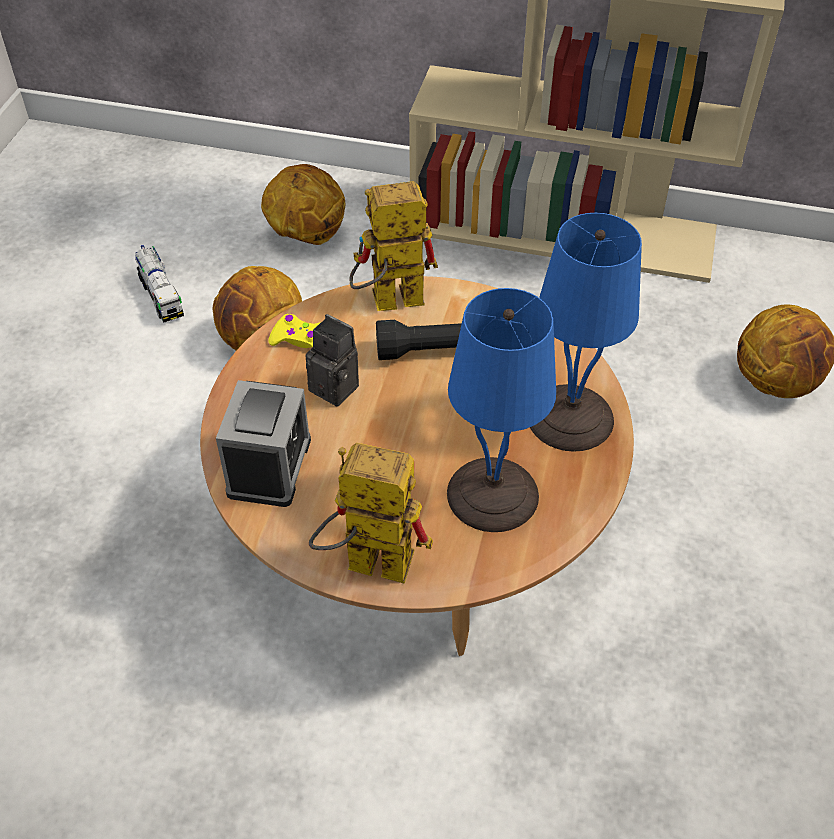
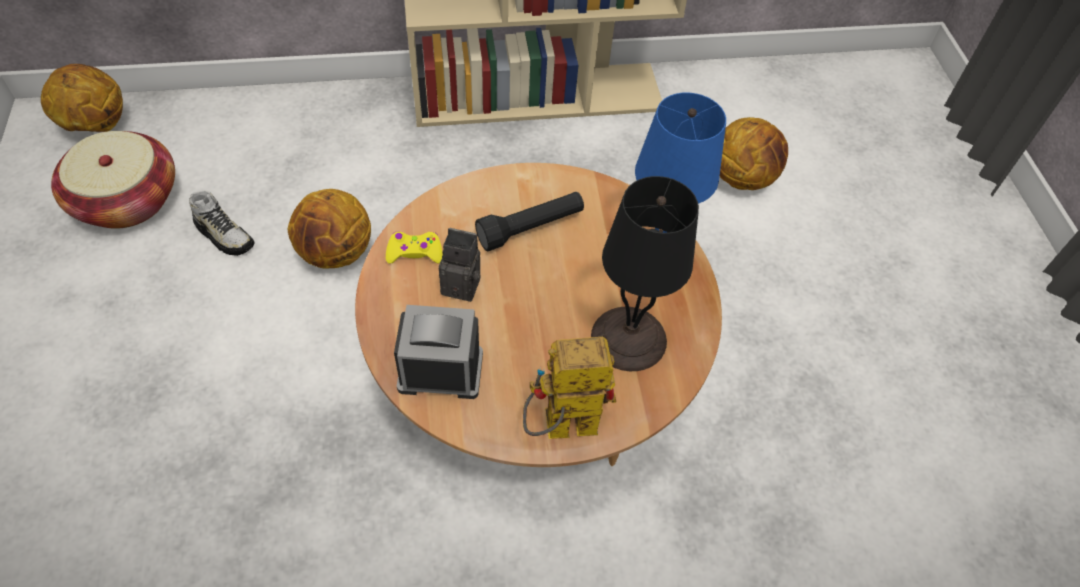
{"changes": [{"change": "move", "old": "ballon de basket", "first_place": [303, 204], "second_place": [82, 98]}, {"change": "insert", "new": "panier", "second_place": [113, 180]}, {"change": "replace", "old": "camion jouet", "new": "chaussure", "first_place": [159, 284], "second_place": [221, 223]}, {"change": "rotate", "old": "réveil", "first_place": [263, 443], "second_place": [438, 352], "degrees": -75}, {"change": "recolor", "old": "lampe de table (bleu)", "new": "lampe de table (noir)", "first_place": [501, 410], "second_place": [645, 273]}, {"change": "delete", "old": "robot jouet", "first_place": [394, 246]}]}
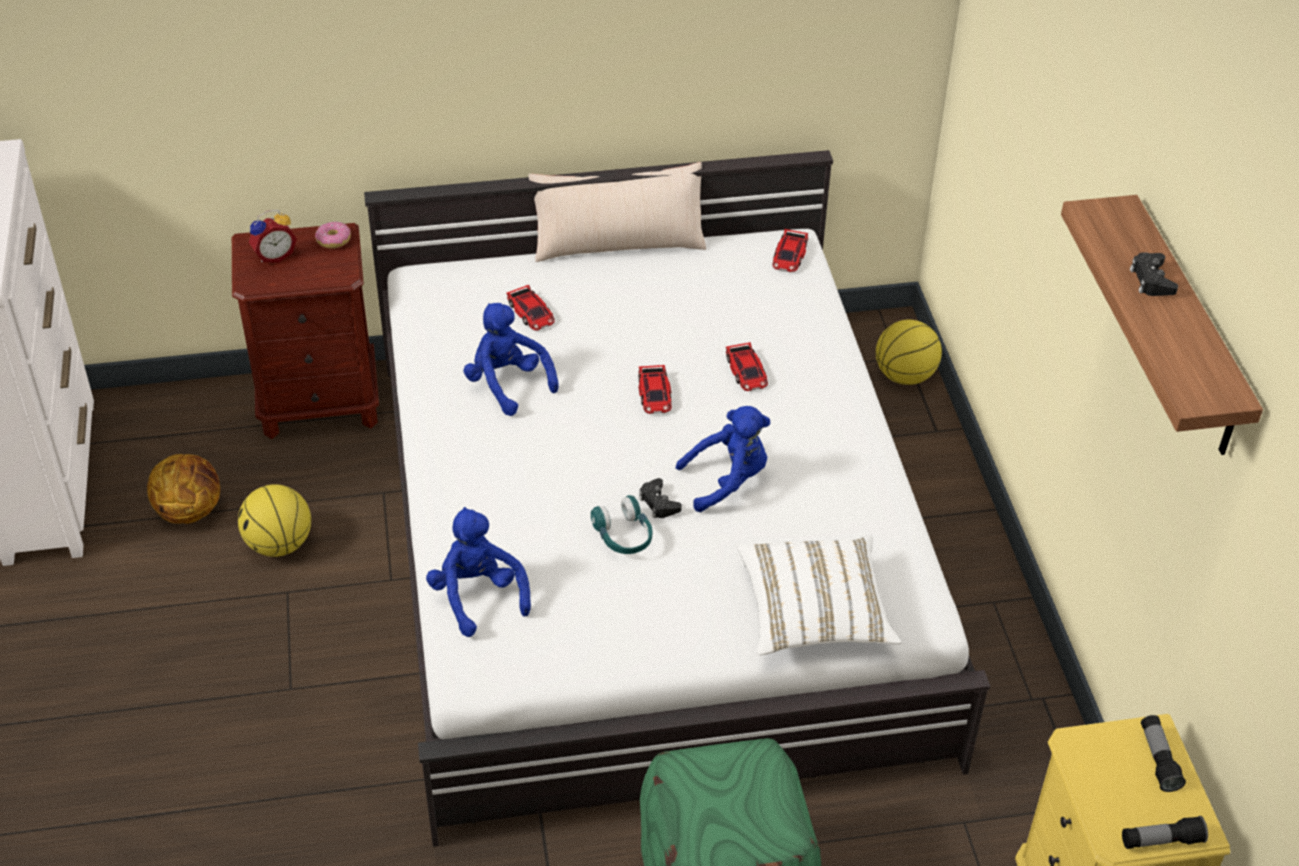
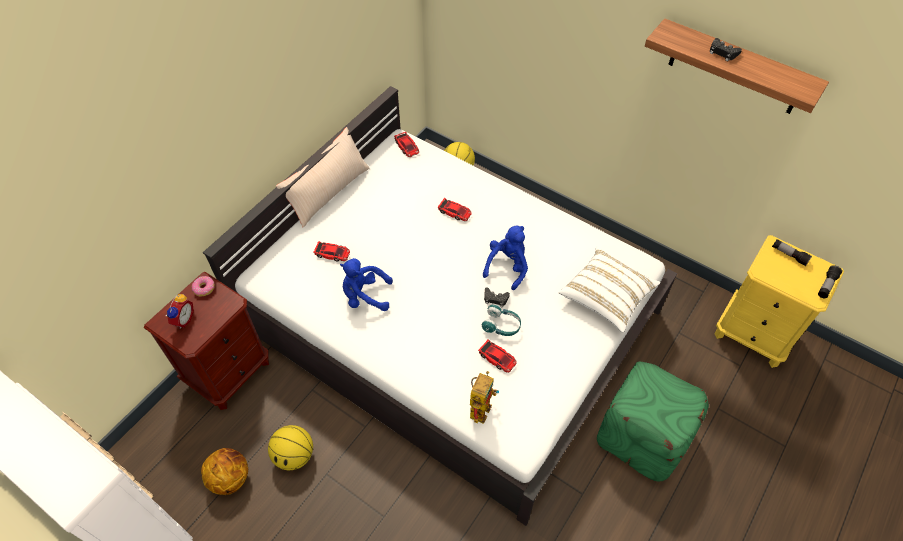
{"changes": [{"change": "replace", "old": "peluche (bleu)", "new": "robot jouet", "first_place": [478, 572], "second_place": [484, 397]}, {"change": "move", "old": "petite voiture", "first_place": [655, 389], "second_place": [497, 356]}]}
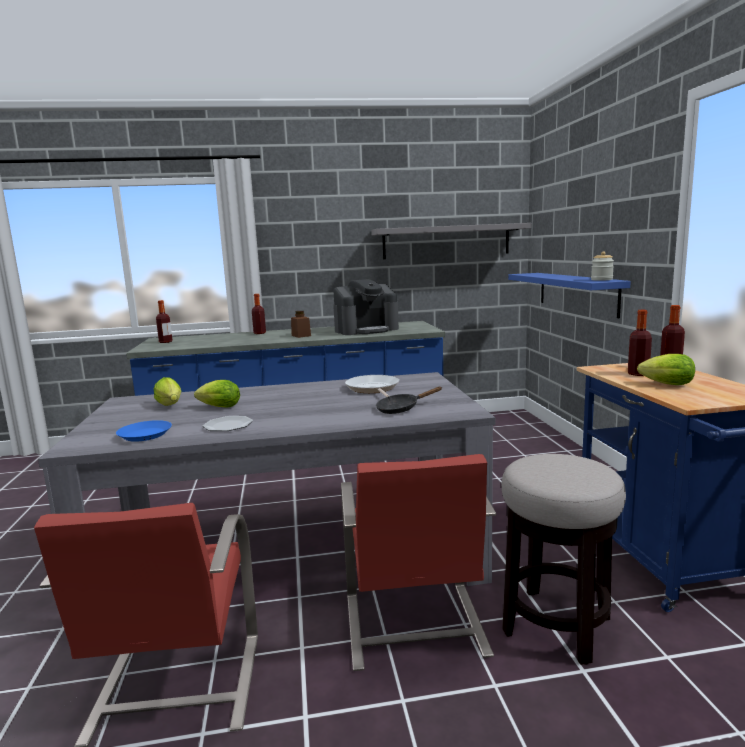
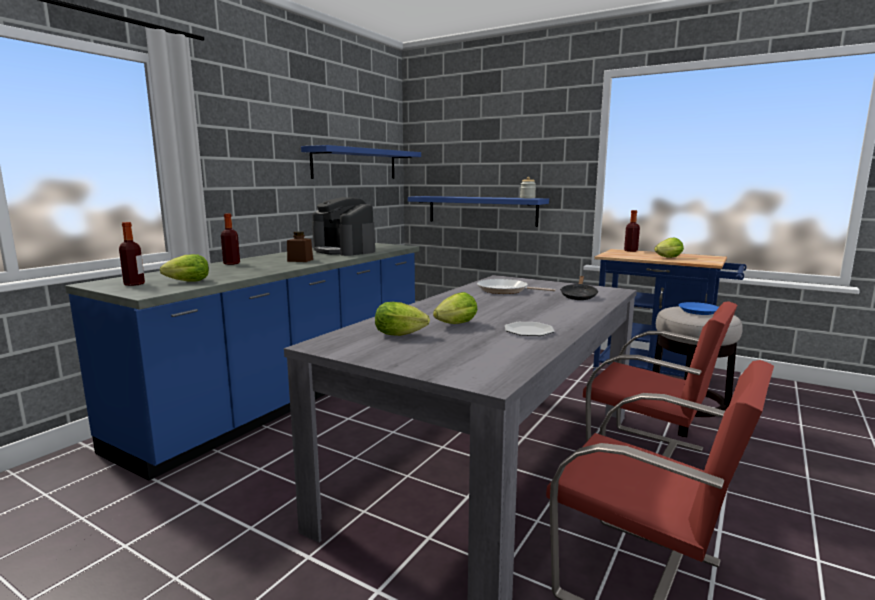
{"changes": [{"change": "insert", "new": "laitue", "second_place": [184, 267]}, {"change": "recolor", "old": "étagère (gris)", "new": "étagère (bleu)", "first_place": [451, 241], "second_place": [361, 162]}, {"change": "rotate", "old": "machine à café", "first_place": [366, 307], "second_place": [343, 226], "degrees": 120}, {"change": "move", "old": "assiette (bleu)", "first_place": [144, 431], "second_place": [698, 308]}, {"change": "delete", "old": "bouteille", "first_place": [640, 343]}]}
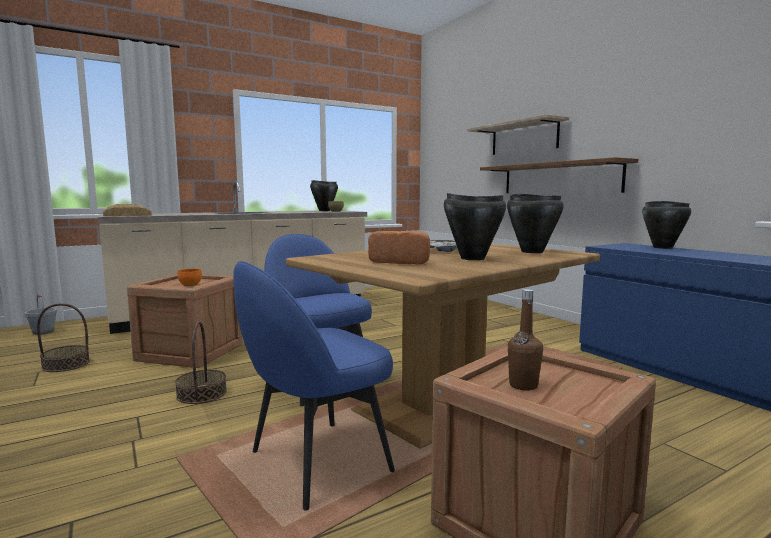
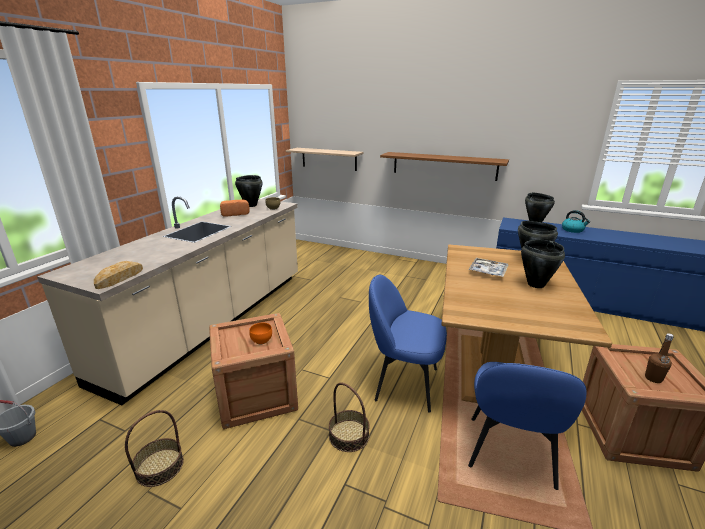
{"changes": [{"change": "move", "old": "pain", "first_place": [399, 247], "second_place": [235, 208]}, {"change": "move", "old": "étagère", "first_place": [518, 134], "second_place": [324, 159]}, {"change": "insert", "new": "bouilloire", "second_place": [576, 221]}]}
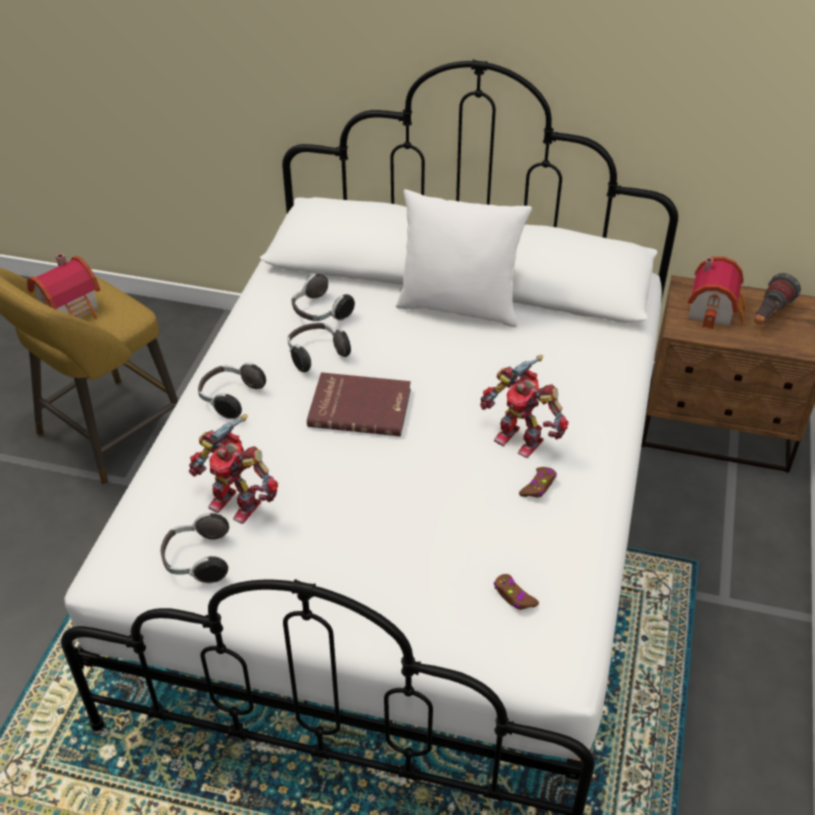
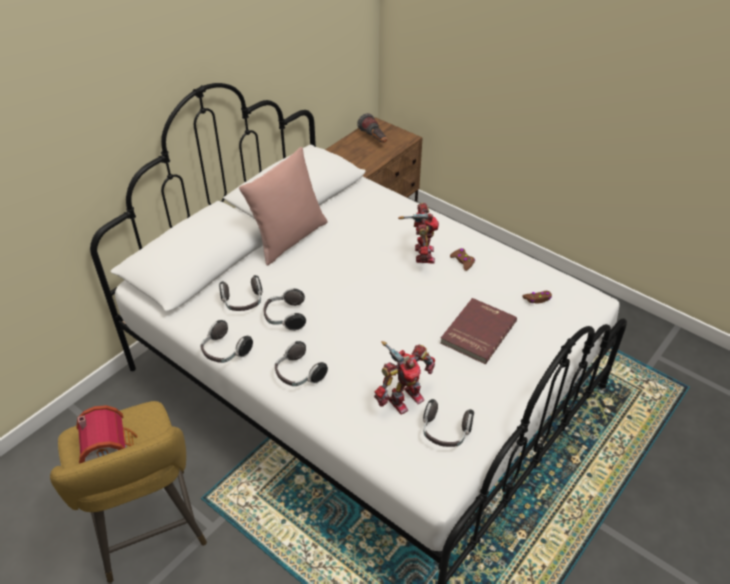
{"changes": [{"change": "insert", "new": "casque audio", "second_place": [226, 341]}, {"change": "recolor", "old": "coussin (blanc)", "new": "coussin (rose)", "first_place": [464, 258], "second_place": [283, 206]}, {"change": "rotate", "old": "robot jouet", "first_place": [524, 406], "second_place": [418, 233], "degrees": -60}, {"change": "move", "old": "livre (rouge)", "first_place": [359, 404], "second_place": [478, 331]}, {"change": "delete", "old": "maison miniature", "first_place": [717, 293]}]}
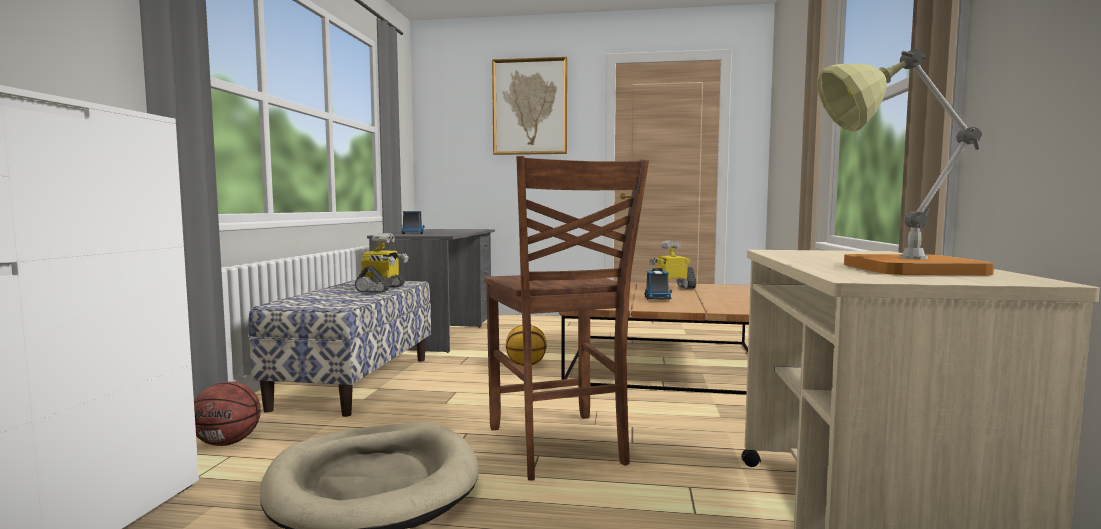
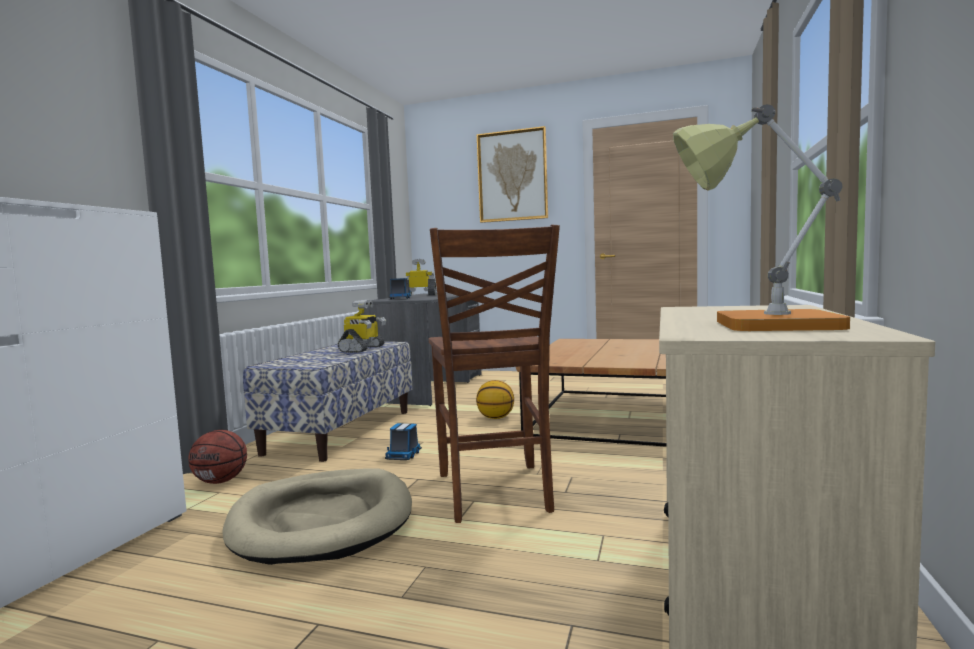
{"changes": [{"change": "move", "old": "camion jouet", "first_place": [658, 285], "second_place": [403, 441]}, {"change": "move", "old": "robot jouet", "first_place": [672, 265], "second_place": [421, 277]}]}
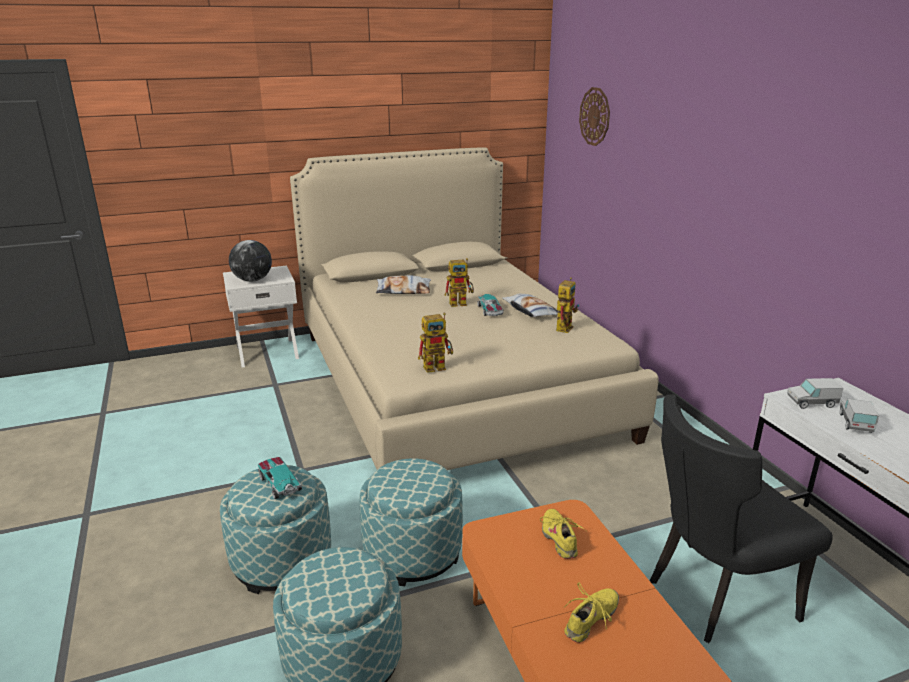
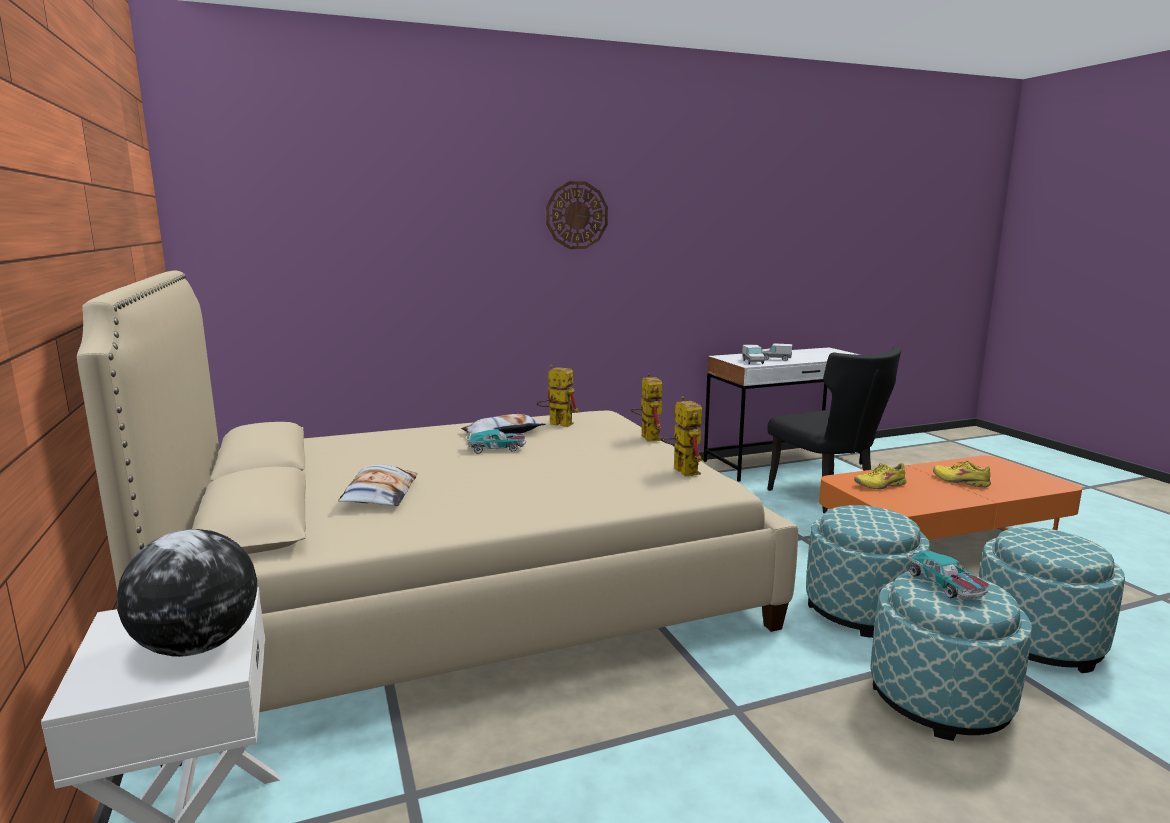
{"changes": [{"change": "move", "old": "horloge murale", "first_place": [594, 116], "second_place": [577, 215]}, {"change": "move", "old": "robot jouet", "first_place": [459, 282], "second_place": [646, 407]}, {"change": "rotate", "old": "petite voiture", "first_place": [280, 478], "second_place": [947, 574], "degrees": -75}]}
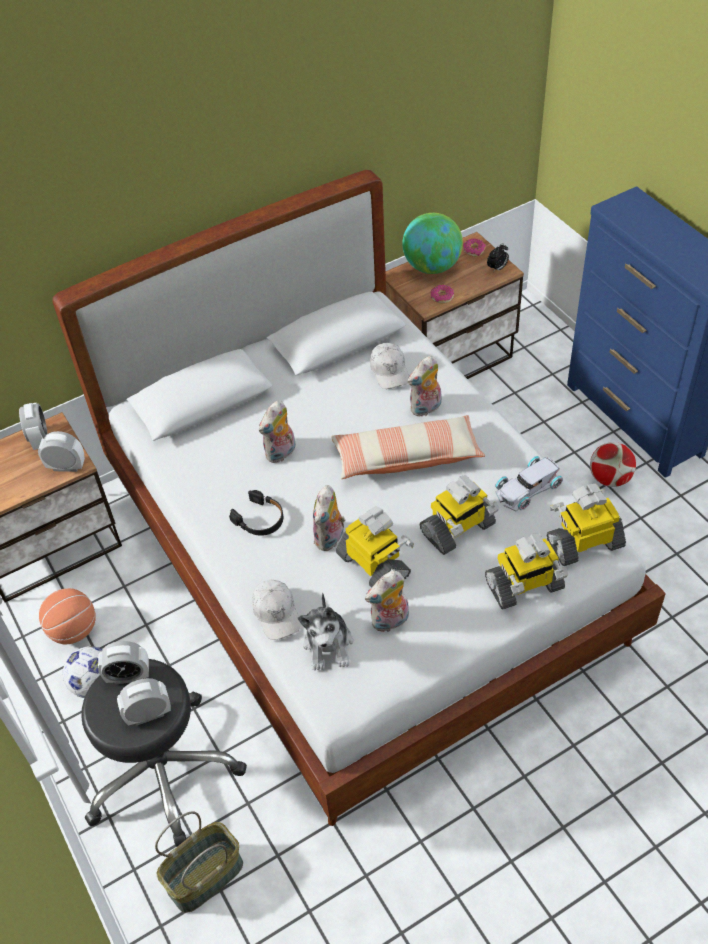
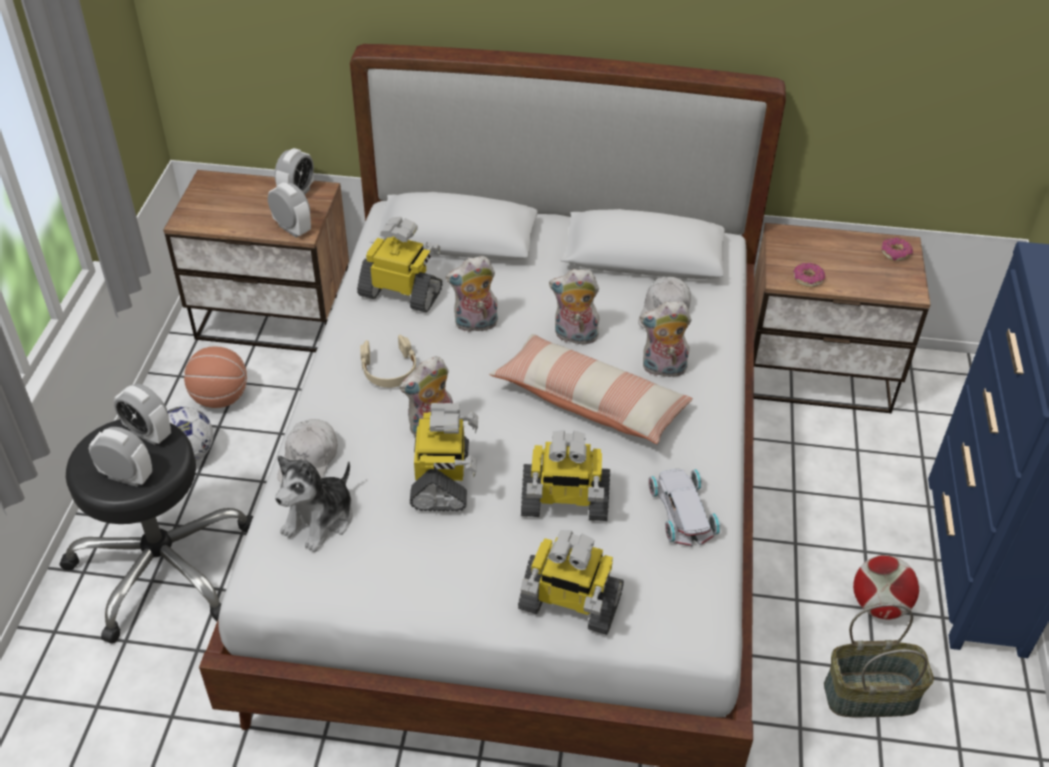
{"changes": [{"change": "move", "old": "robot jouet", "first_place": [586, 525], "second_place": [399, 264]}, {"change": "recolor", "old": "casque audio (noir)", "new": "casque audio (beige)", "first_place": [256, 513], "second_place": [388, 361]}, {"change": "move", "old": "peluche", "first_place": [387, 601], "second_place": [574, 307]}, {"change": "rotate", "old": "petite voiture (blanc)", "first_place": [529, 483], "second_place": [684, 508], "degrees": 75}, {"change": "move", "old": "panier", "first_place": [199, 862], "second_place": [879, 660]}, {"change": "delete", "old": "globe", "first_place": [432, 243]}, {"change": "delete", "old": "réveil", "first_place": [498, 257]}]}
